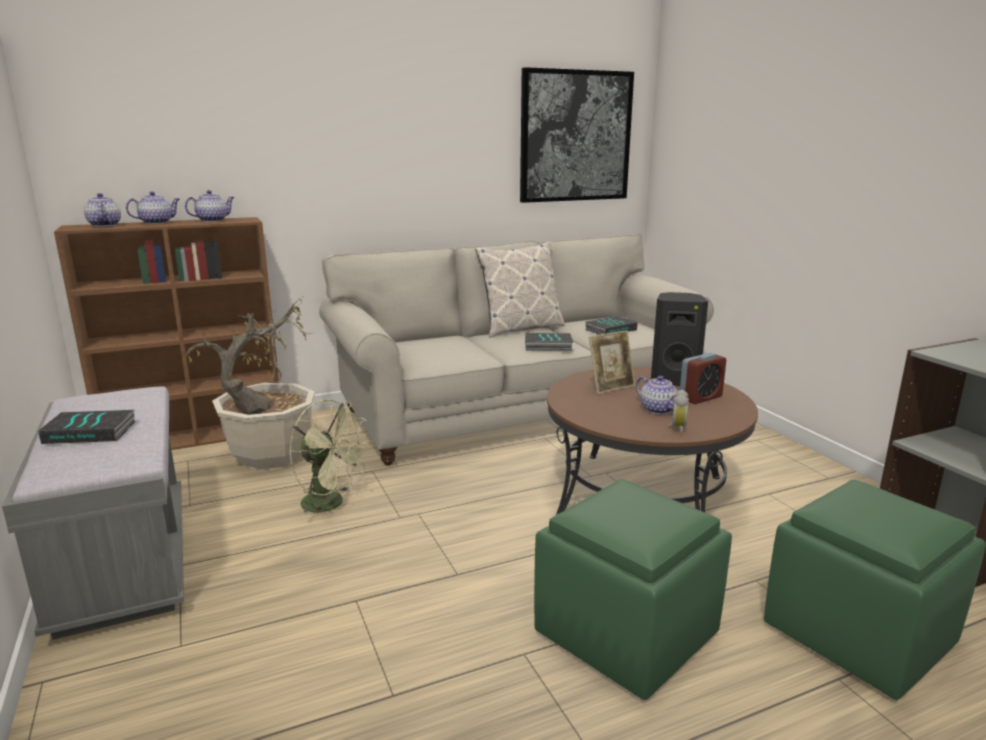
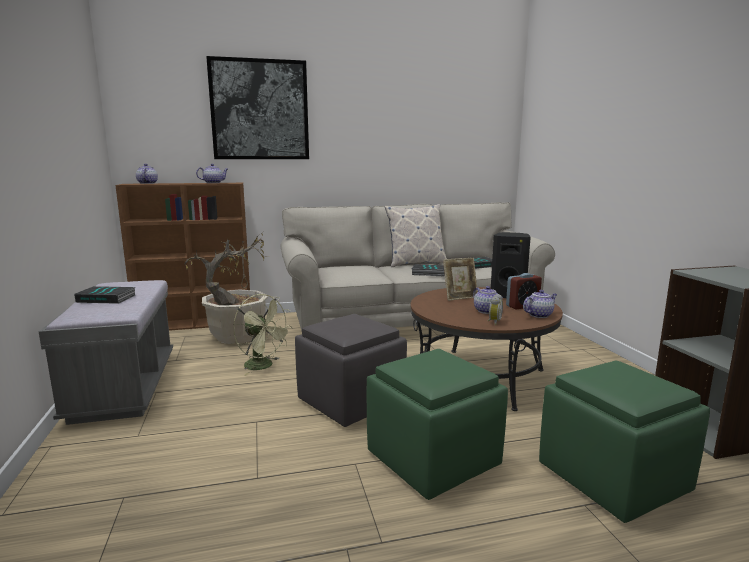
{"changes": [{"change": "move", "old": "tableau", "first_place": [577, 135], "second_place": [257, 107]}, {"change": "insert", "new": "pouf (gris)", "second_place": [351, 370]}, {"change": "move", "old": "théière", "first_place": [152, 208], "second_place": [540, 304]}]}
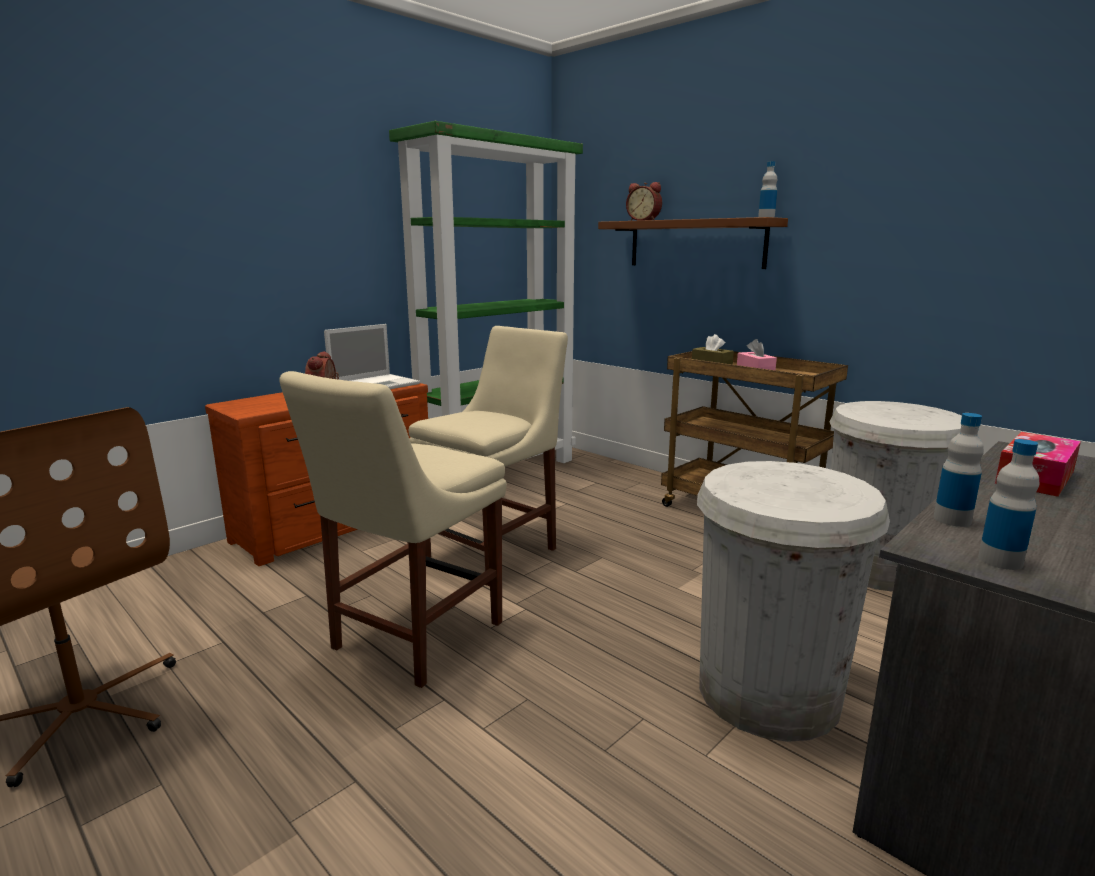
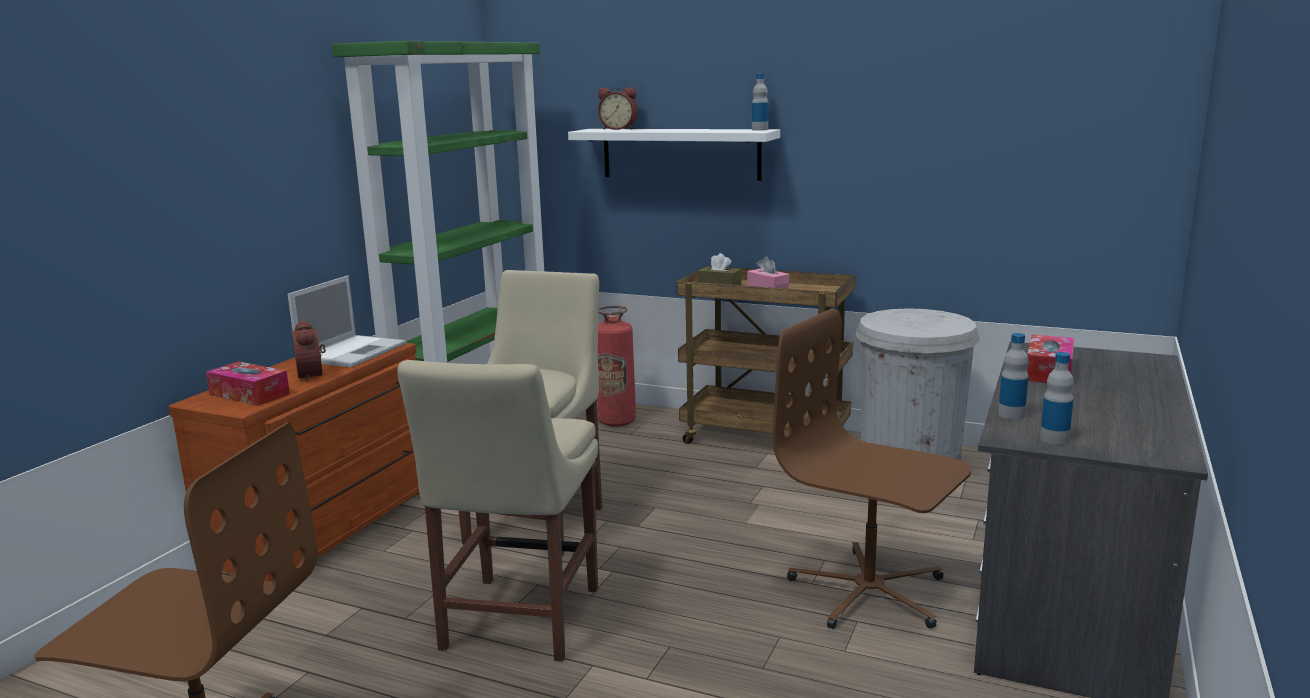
{"changes": [{"change": "insert", "new": "boîte à mouchoirs", "second_place": [248, 383]}, {"change": "recolor", "old": "étagère (marron)", "new": "étagère (blanc)", "first_place": [693, 243], "second_place": [674, 155]}, {"change": "insert", "new": "extincteur", "second_place": [616, 366]}, {"change": "replace", "old": "poubelle (blanc)", "new": "chaise de bureau (marron)", "first_place": [793, 601], "second_place": [872, 469]}]}
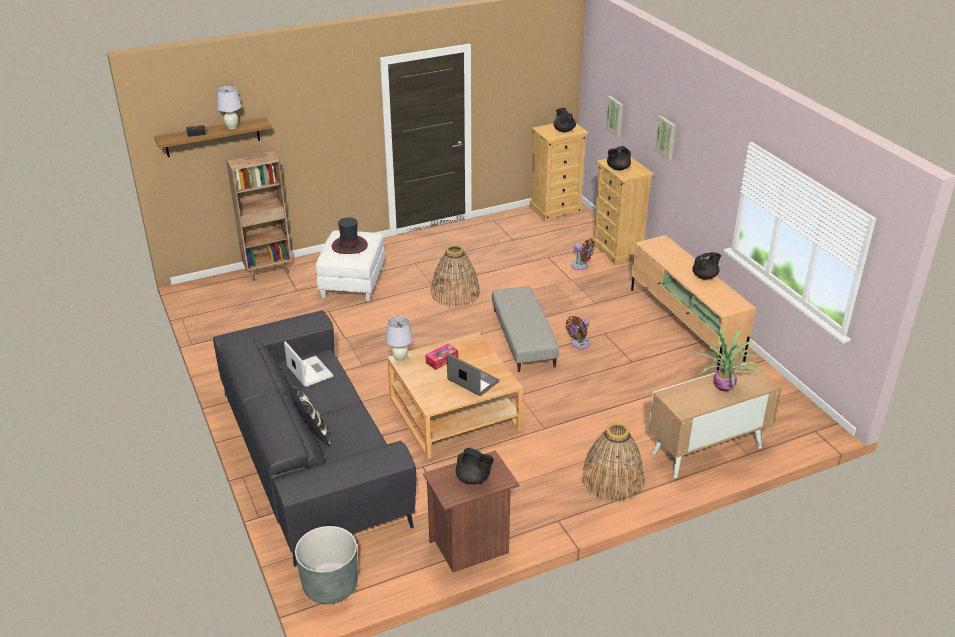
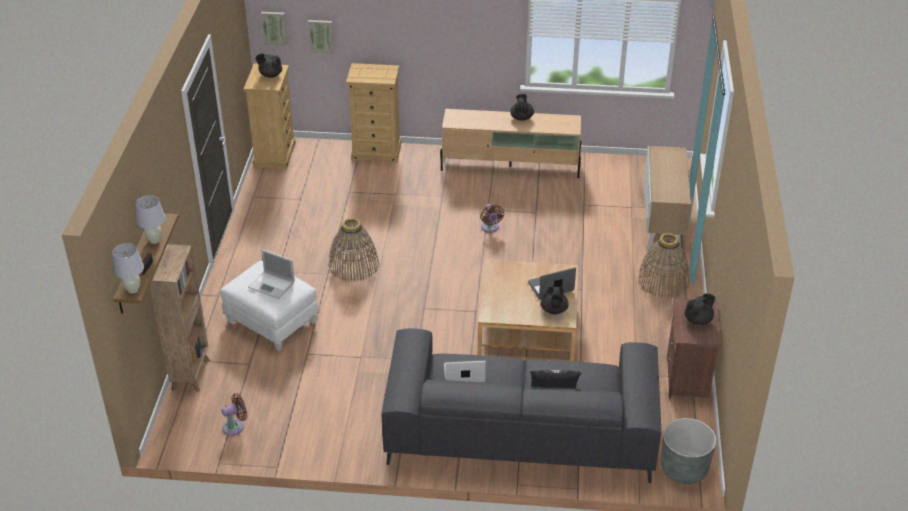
{"changes": [{"change": "move", "old": "lampe de table (blanc)", "first_place": [399, 339], "second_place": [128, 268]}, {"change": "move", "old": "ventilateur (marron)", "first_place": [583, 254], "second_place": [234, 414]}, {"change": "replace", "old": "chapeau", "new": "ordinateur portable", "first_place": [350, 235], "second_place": [271, 274]}, {"change": "move", "old": "tableau", "first_place": [665, 138], "second_place": [274, 29]}, {"change": "move", "old": "théière (noir)", "first_place": [619, 158], "second_place": [554, 300]}, {"change": "delete", "old": "boîte à mouchoirs", "first_place": [441, 357]}, {"change": "delete", "old": "pouf (gris)", "first_place": [525, 329]}, {"change": "delete", "old": "plante en pot", "first_place": [727, 359]}]}
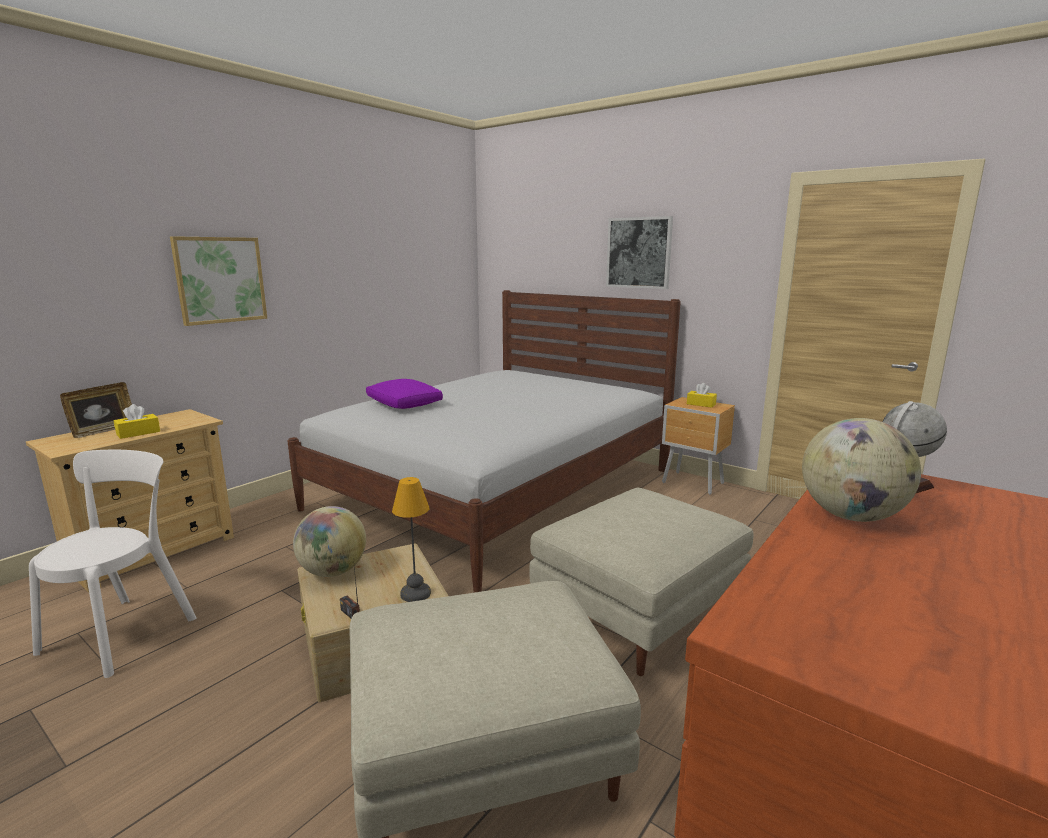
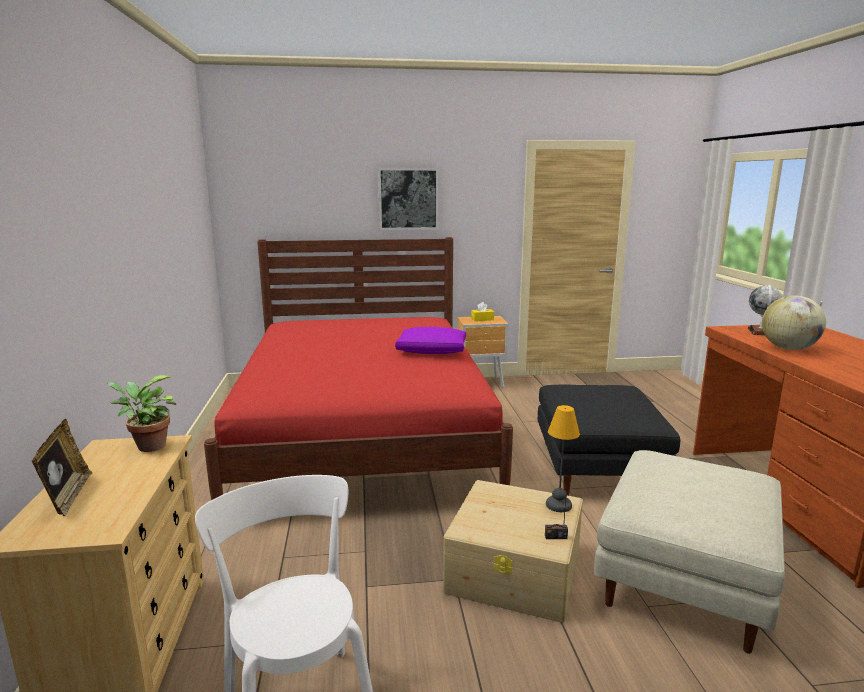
{"changes": [{"change": "insert", "new": "plante en pot", "second_place": [142, 413]}, {"change": "recolor", "old": "lit (blanc)", "new": "lit (rouge)", "first_place": [484, 441], "second_place": [358, 368]}, {"change": "move", "old": "coussin (violet)", "first_place": [404, 394], "second_place": [430, 340]}, {"change": "recolor", "old": "pouf (beige)", "new": "pouf (noir)", "first_place": [641, 582], "second_place": [609, 440]}, {"change": "delete", "old": "boîte à mouchoirs (jaune)", "first_place": [137, 421]}, {"change": "delete", "old": "tableau", "first_place": [218, 281]}, {"change": "delete", "old": "globe", "first_place": [329, 541]}]}
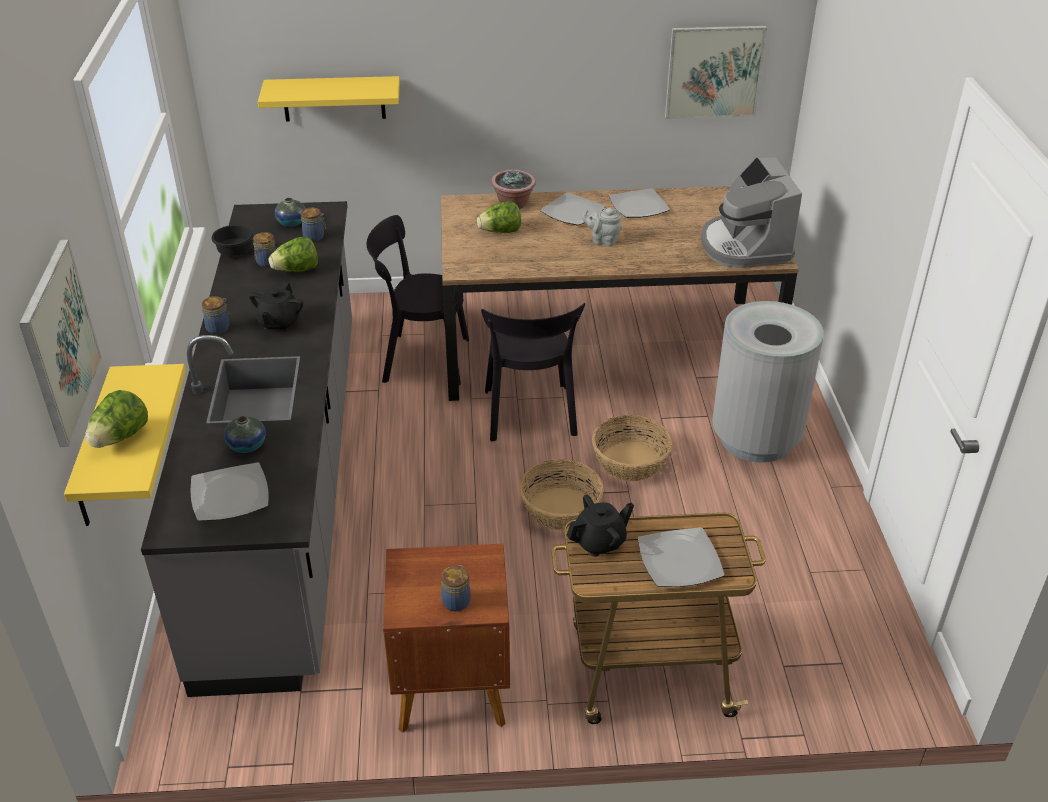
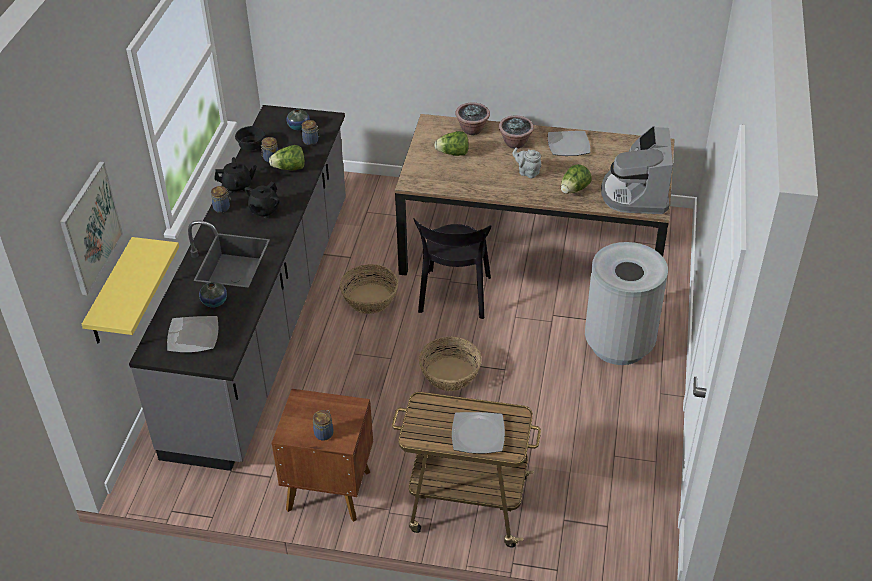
{"changes": [{"change": "move", "old": "théière (noir)", "first_place": [600, 526], "second_place": [235, 175]}, {"change": "move", "old": "panier", "first_place": [632, 448], "second_place": [369, 289]}, {"change": "replace", "old": "assiette", "new": "plante en pot", "first_place": [573, 209], "second_place": [516, 132]}, {"change": "move", "old": "laitue", "first_place": [116, 419], "second_place": [576, 179]}, {"change": "delete", "old": "étagère (jaune)", "first_place": [329, 98]}, {"change": "delete", "old": "chaise (noir)", "first_place": [418, 300]}, {"change": "delete", "old": "tableau", "first_place": [716, 72]}]}
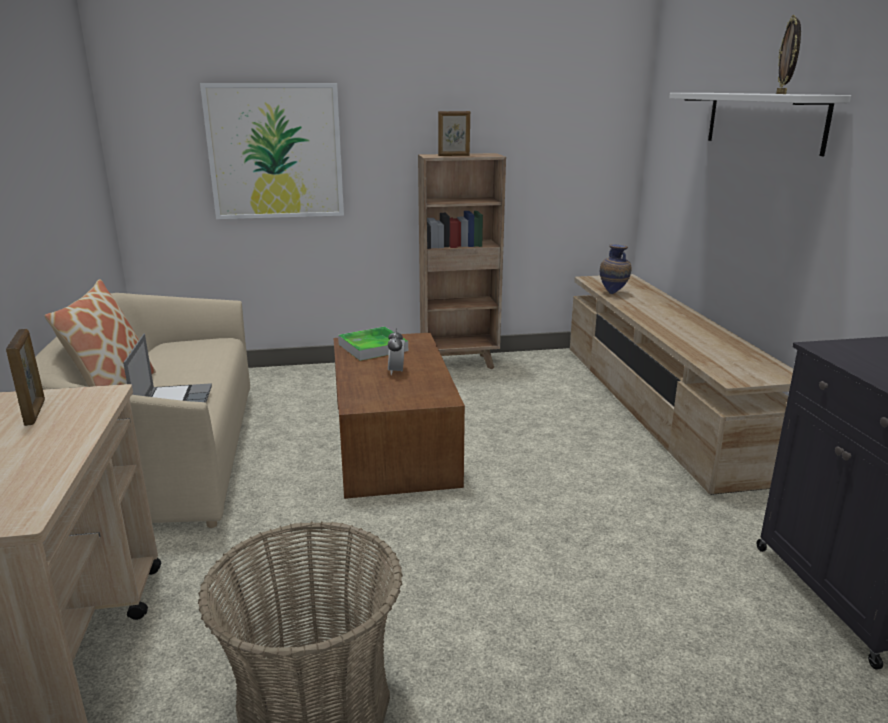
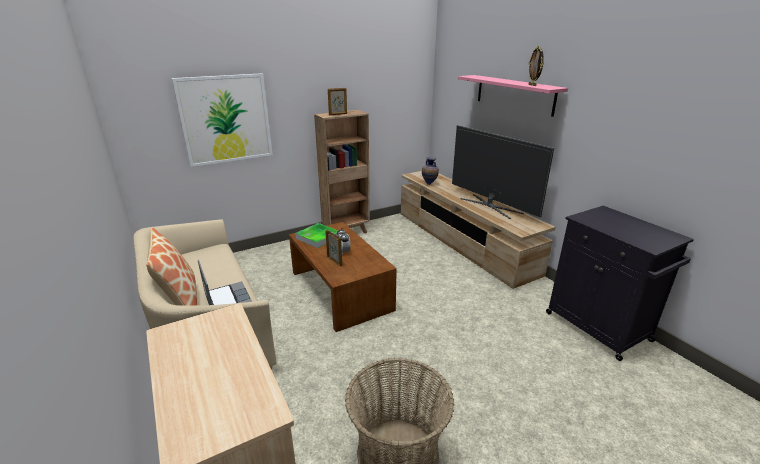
{"changes": [{"change": "move", "old": "cadre photo", "first_place": [25, 377], "second_place": [334, 248]}, {"change": "insert", "new": "téléviseur", "second_place": [503, 172]}, {"change": "recolor", "old": "étagère (blanc)", "new": "étagère (rose)", "first_place": [760, 124], "second_place": [513, 96]}]}
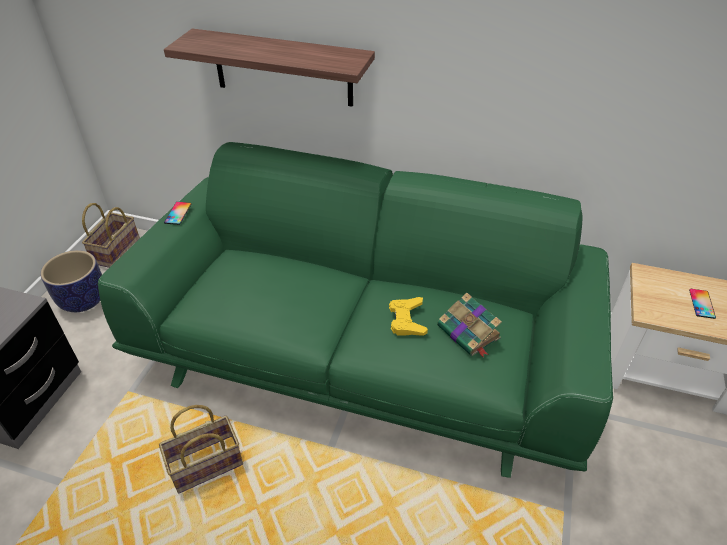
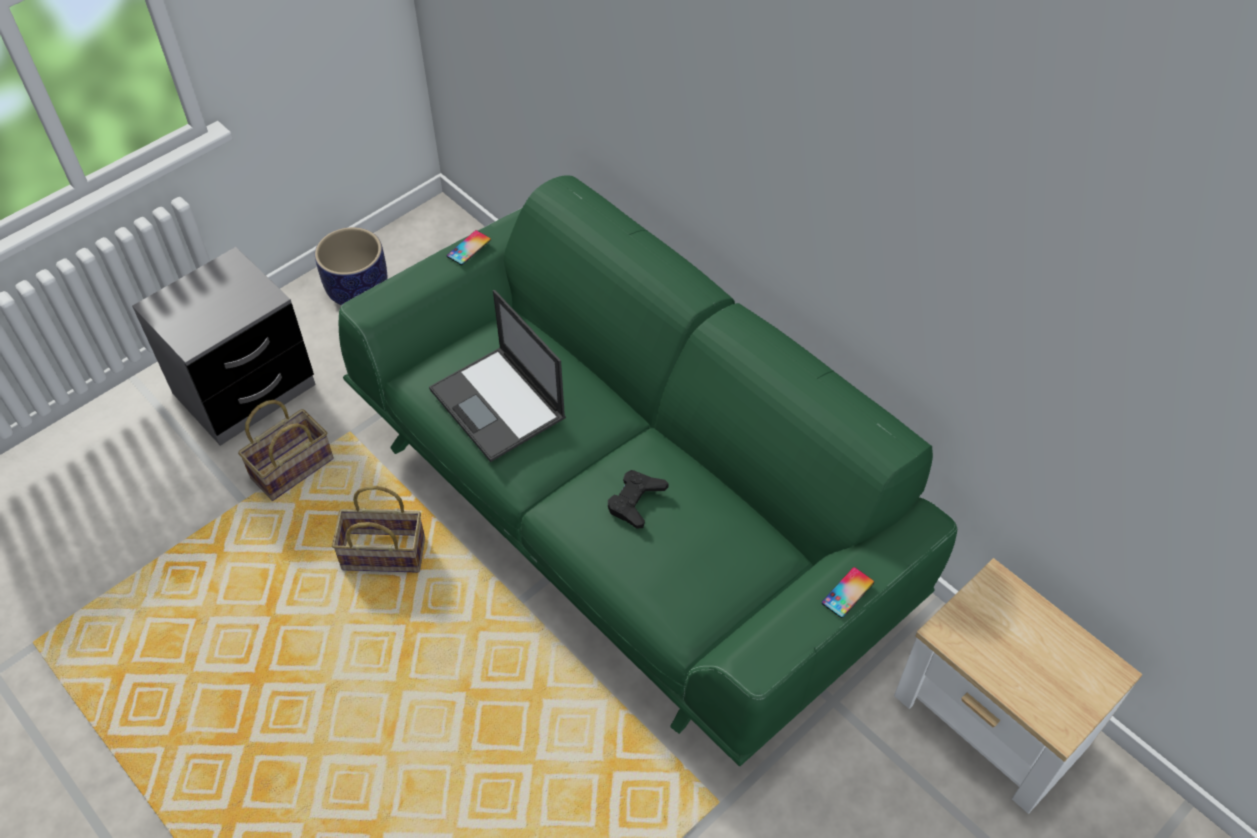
{"changes": [{"change": "move", "old": "panier", "first_place": [111, 235], "second_place": [286, 450]}, {"change": "insert", "new": "ordinateur portable", "second_place": [497, 376]}, {"change": "recolor", "old": "manette (jaune)", "new": "manette (noir)", "first_place": [408, 316], "second_place": [638, 499]}, {"change": "move", "old": "téléphone", "first_place": [702, 304], "second_place": [848, 592]}, {"change": "delete", "old": "étagère", "first_place": [269, 67]}, {"change": "delete", "old": "livre", "first_place": [469, 325]}]}
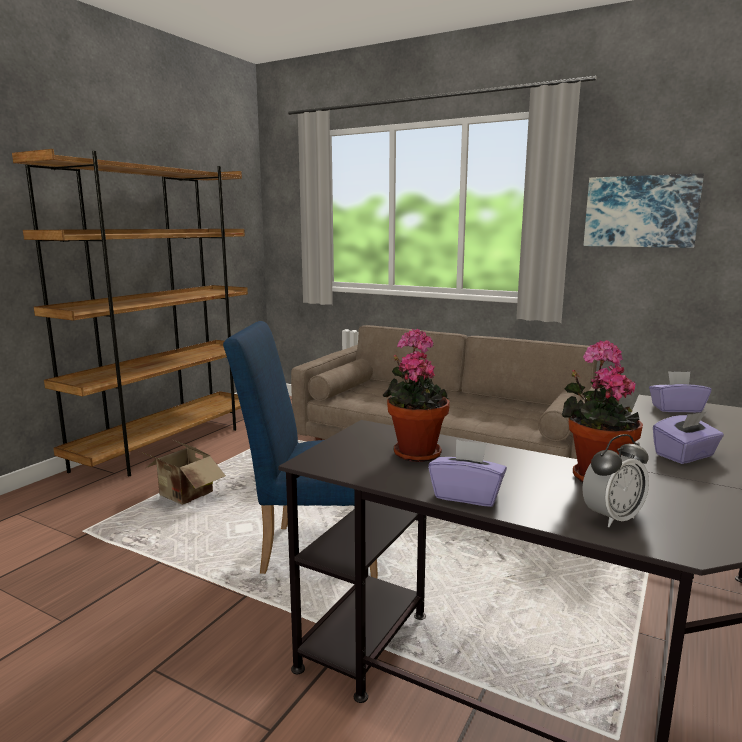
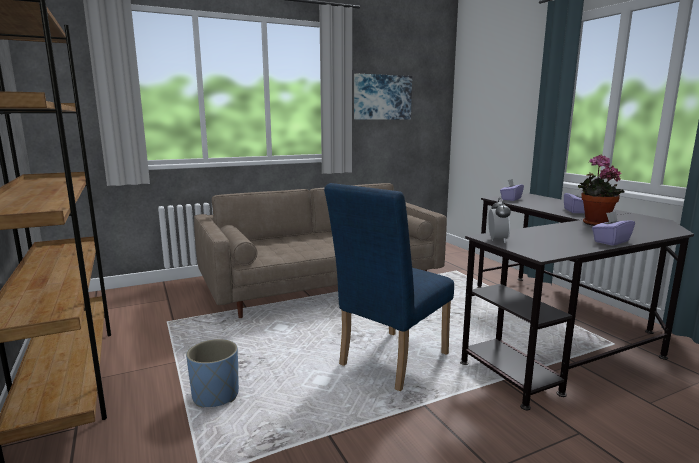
{"changes": [{"change": "replace", "old": "carton", "new": "cache-pot (bleu)", "first_place": [182, 472], "second_place": [212, 373]}, {"change": "move", "old": "réveil", "first_place": [615, 480], "second_place": [499, 220]}, {"change": "delete", "old": "plante en pot", "first_place": [416, 395]}]}
